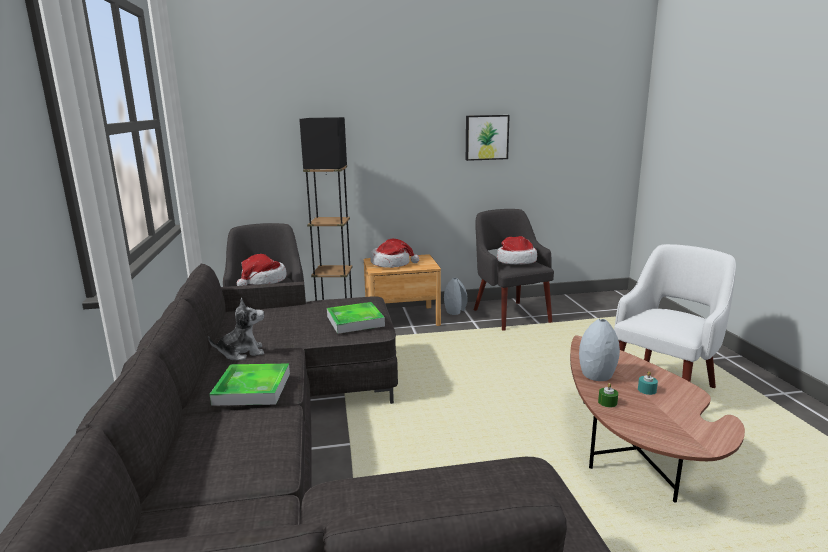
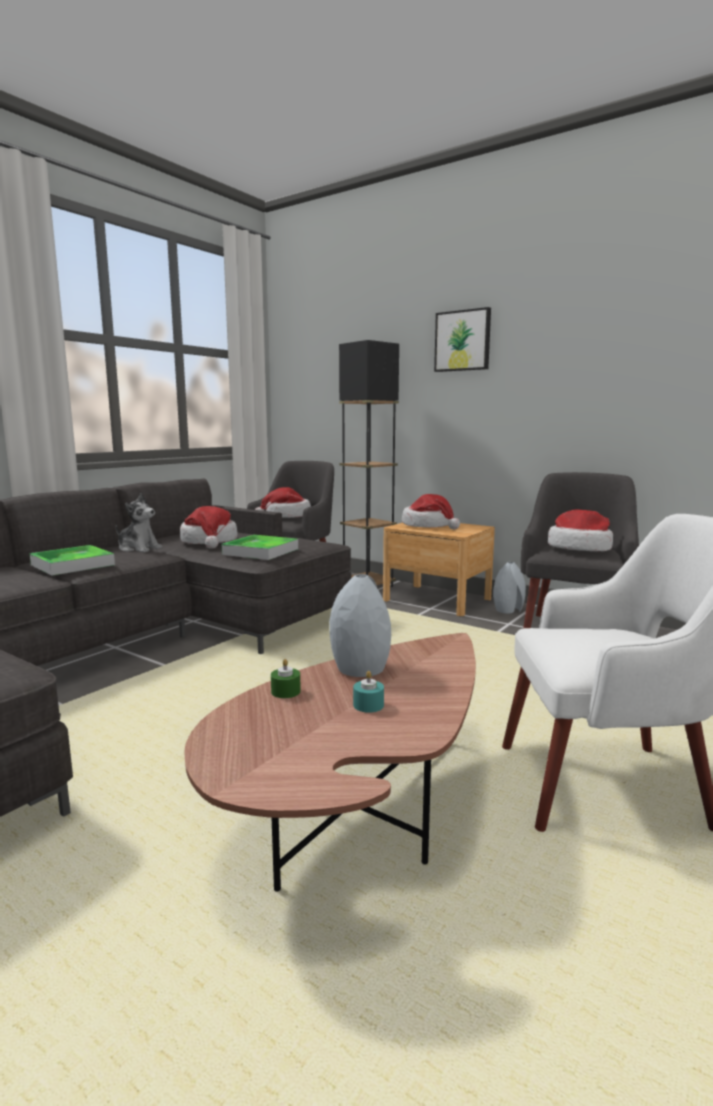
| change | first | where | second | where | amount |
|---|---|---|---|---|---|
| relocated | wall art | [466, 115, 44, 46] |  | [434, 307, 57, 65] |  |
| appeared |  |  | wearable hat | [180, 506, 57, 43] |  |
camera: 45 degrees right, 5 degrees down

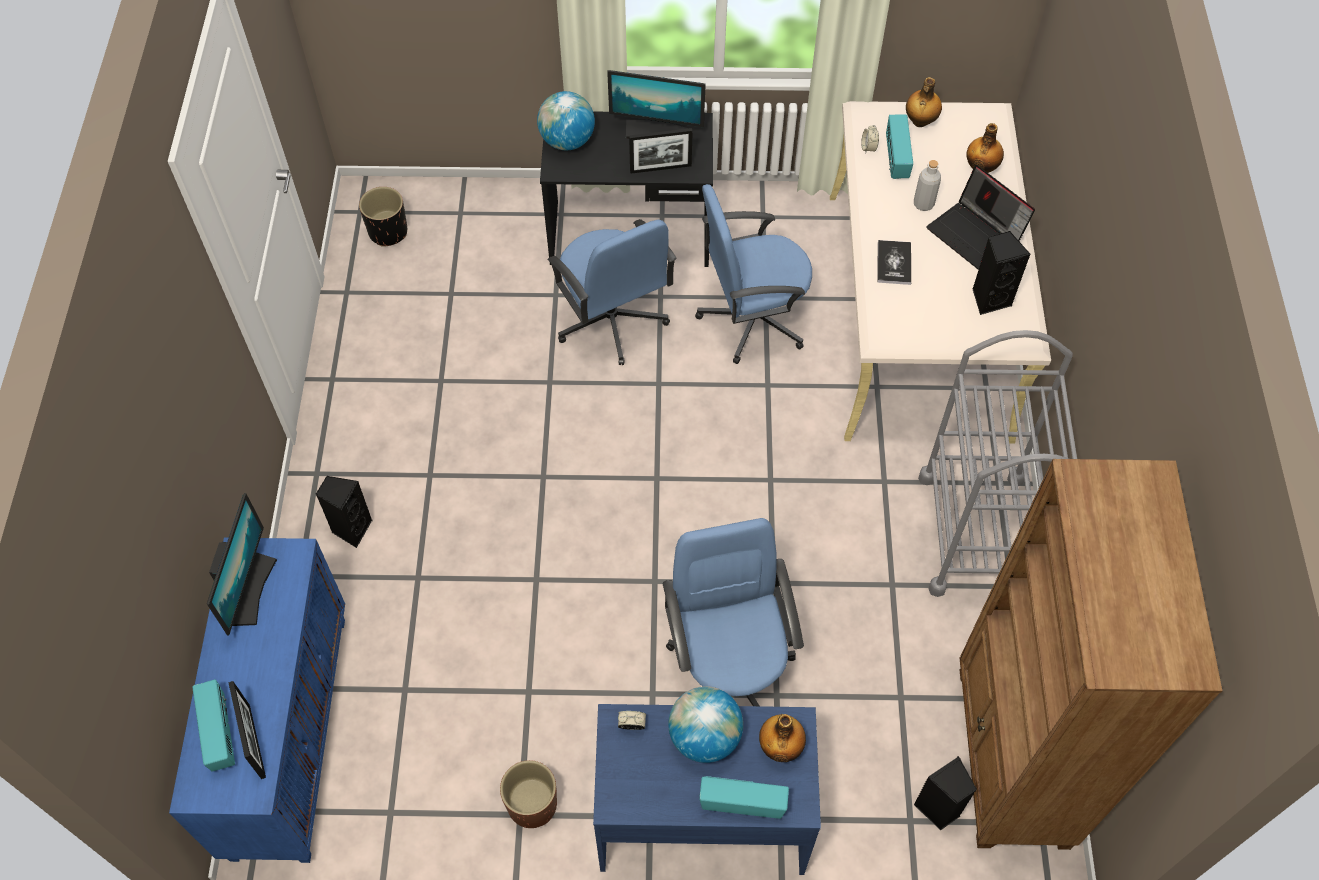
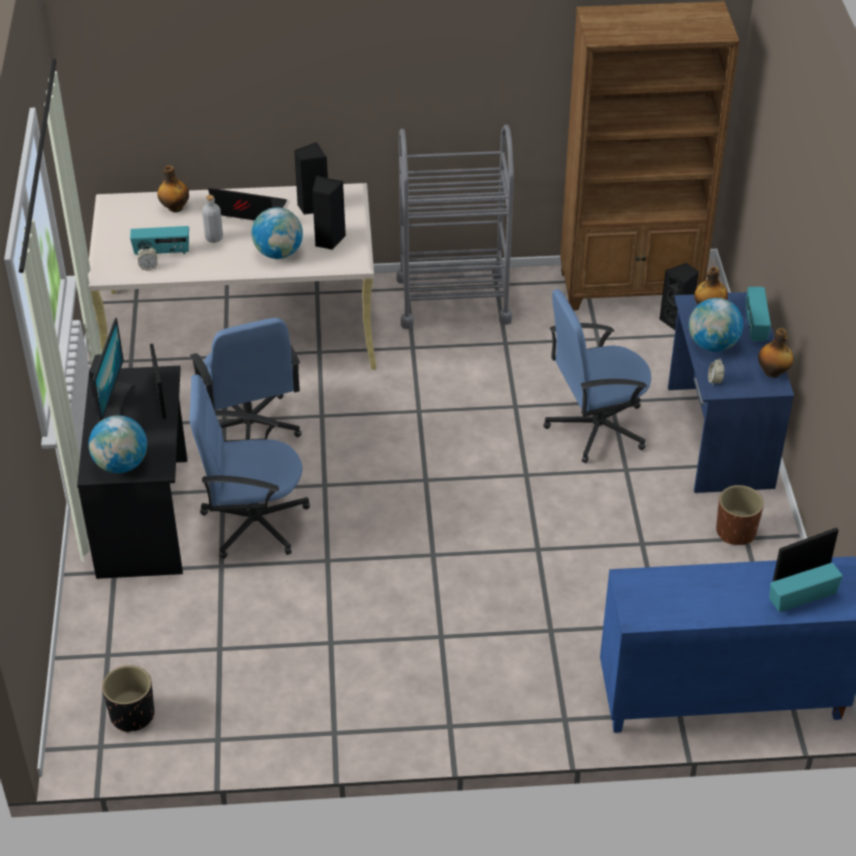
| change | first | where | second | where | amount |
|---|---|---|---|---|---|
| missing | computer display | [207, 493, 70, 143] |  |  |  |
| relocated | black audio speaker | [316, 476, 56, 72] |  | [312, 176, 34, 74] |  |
| spun | bluish desk chair | [547, 219, 129, 146] |  | [190, 374, 120, 185] | 150 degrees counterclockwise |
| exchanged | volume | [877, 240, 34, 45] | globe | [252, 207, 51, 52] |  |
| relocated | beverage bottle | [906, 77, 36, 50] |  | [758, 328, 35, 50] |  |
| spun | laptop | [926, 165, 109, 105] |  | [208, 187, 79, 33] | 120 degrees counterclockwise |
camera: 95 degrees left, 15 degrees down

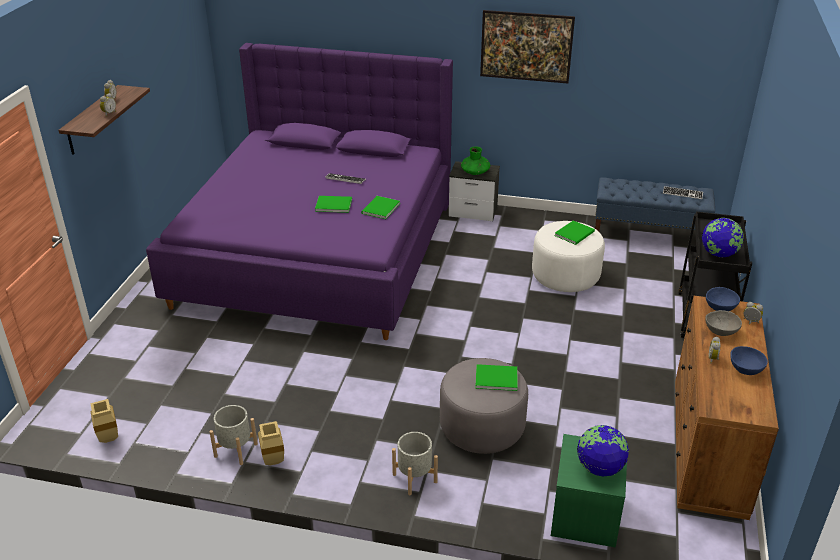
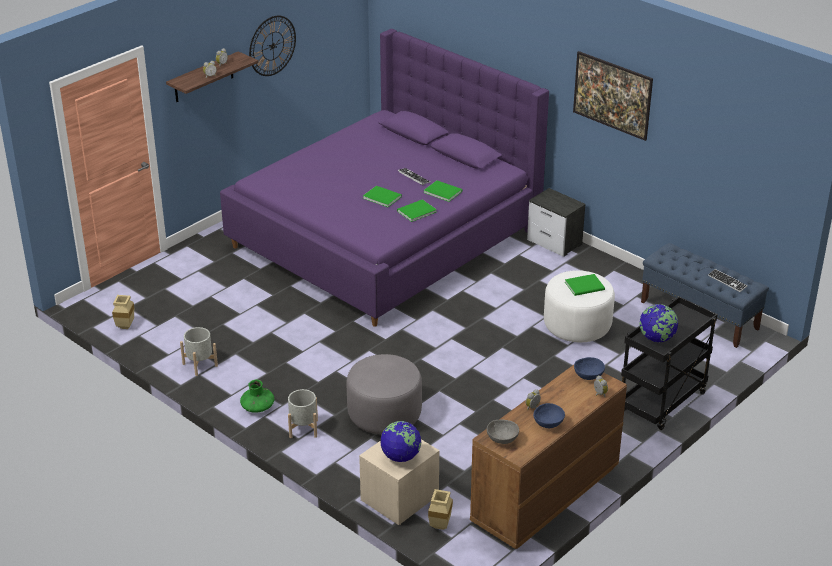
| change | first | where | second | where | amount |
|---|---|---|---|---|---|
| relocated | beige-coloured flower vase | [258, 421, 26, 45] |  | [428, 489, 25, 41] |  |
| relocated | greenish flower vase | [461, 146, 29, 29] |  | [240, 379, 34, 34] |  |
| relocated | greenish volume | [475, 364, 43, 27] |  | [424, 180, 38, 22] |  |
| colour | greenish bedside table | [551, 434, 77, 114] | beige-coloured bedside table | [359, 440, 81, 85] |  |
| relocated | greyish bowl | [705, 310, 37, 26] |  | [487, 419, 32, 25] |  |
| appeared |  |  | wall clock | [249, 16, 47, 60] |  |
camera: 30 degrees right, 0 degrees up

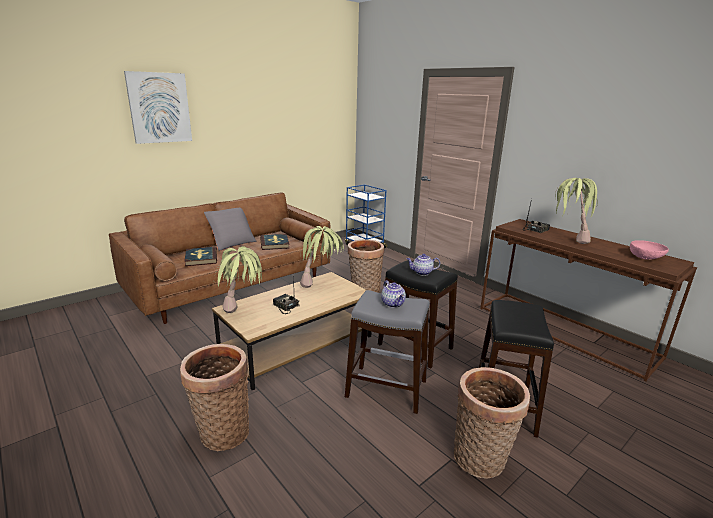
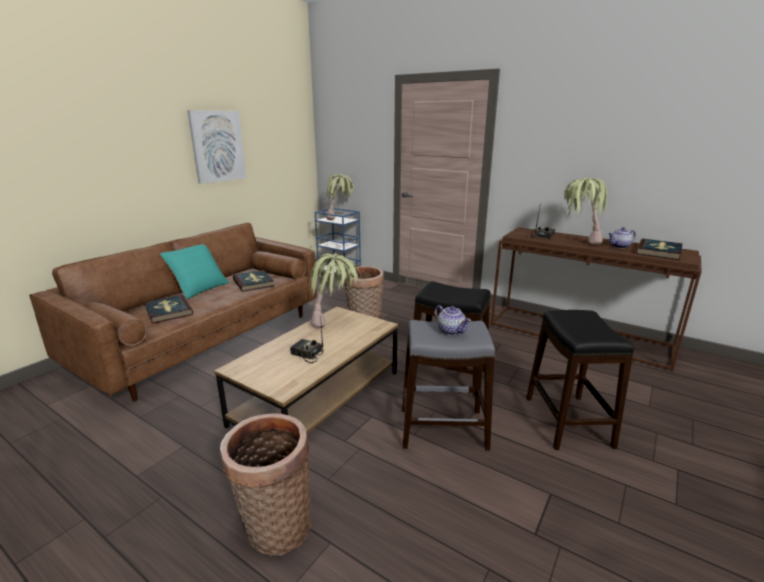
| change | first | where | second | where | amount |
|---|---|---|---|---|---|
| relocated | wall art | [124, 71, 68, 73] |  | [187, 110, 59, 74] |  |
| colour | greyish throw pillow | [204, 208, 53, 43] | blue-green throw pillow | [160, 244, 69, 55] |  |
| relocated | houseplant | [215, 246, 47, 67] |  | [326, 174, 28, 46] |  |
| relocated | pot for tea | [407, 254, 33, 22] |  | [608, 227, 28, 21] |  |
| missing | storage basket | [454, 367, 76, 112] |  |  |  |
| exchanged | pink-coloured bowl | [630, 240, 39, 20] | volume | [636, 239, 46, 21] |  |
camera: 15 degrees left, 0 degrees up

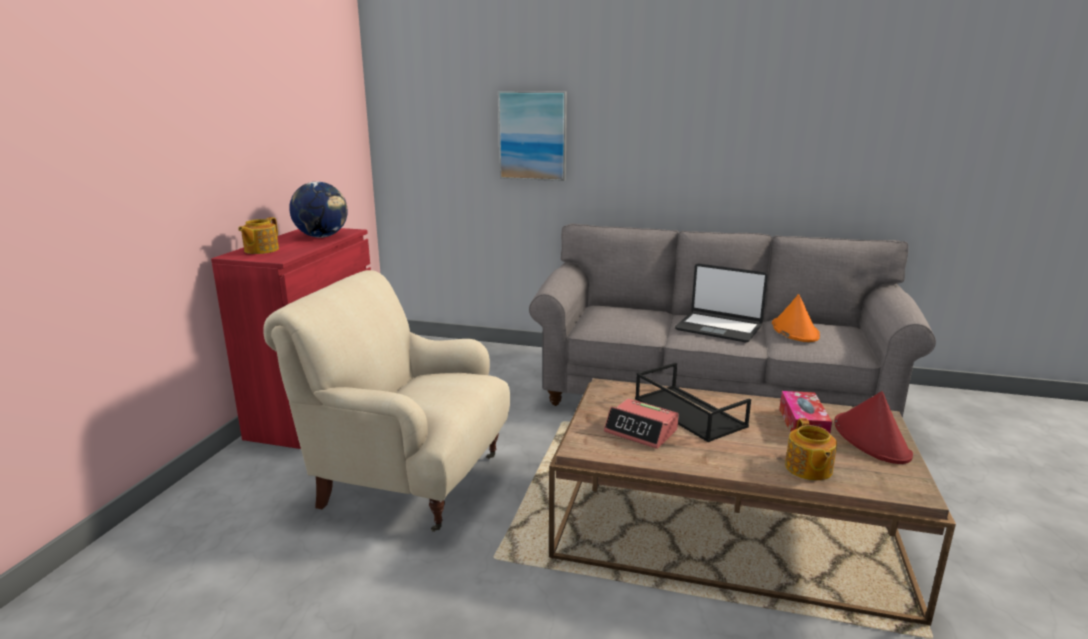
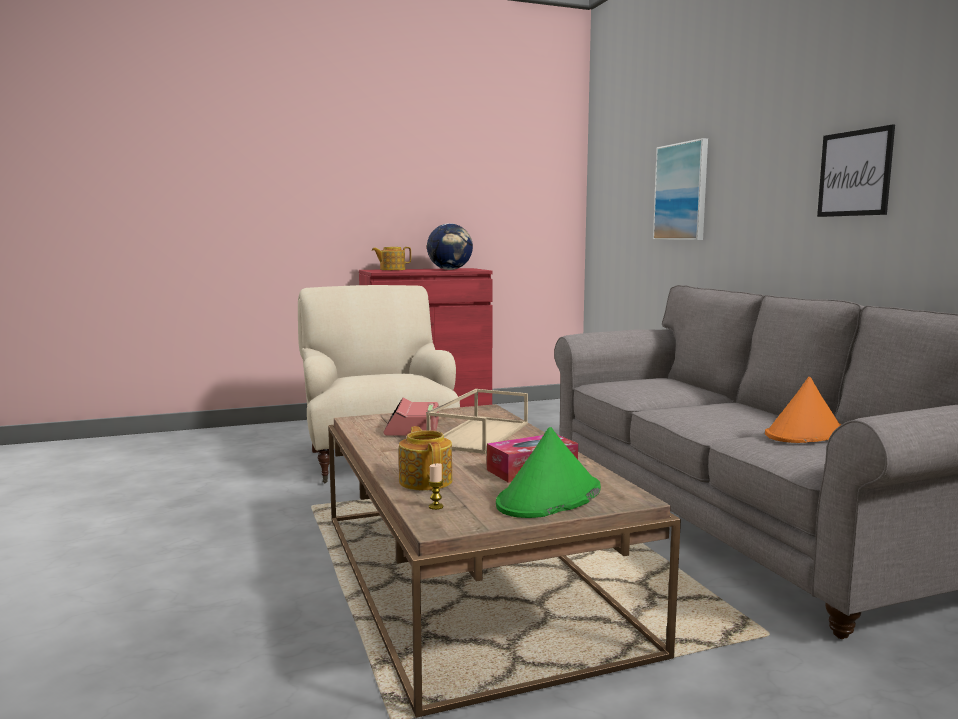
| change | first | where | second | where | amount |
|---|---|---|---|---|---|
| colour | black carrying tray | [635, 363, 116, 79] | beige-coloured carrying tray | [426, 389, 102, 65] |  |
| missing | laptop | [675, 263, 93, 80] |  |  |  |
| spun | pot for tea | [785, 418, 52, 63] |  | [399, 426, 53, 65] | 105 degrees clockwise |
| colour | red wearable hat | [834, 391, 79, 73] | greenish wearable hat | [496, 427, 105, 91] |  |
| appeared |  |  | candle | [428, 463, 16, 47] |  |
| appeared |  |  | wall art | [817, 125, 78, 92] |  |
camera: 55 degrees right, 10 degrees down

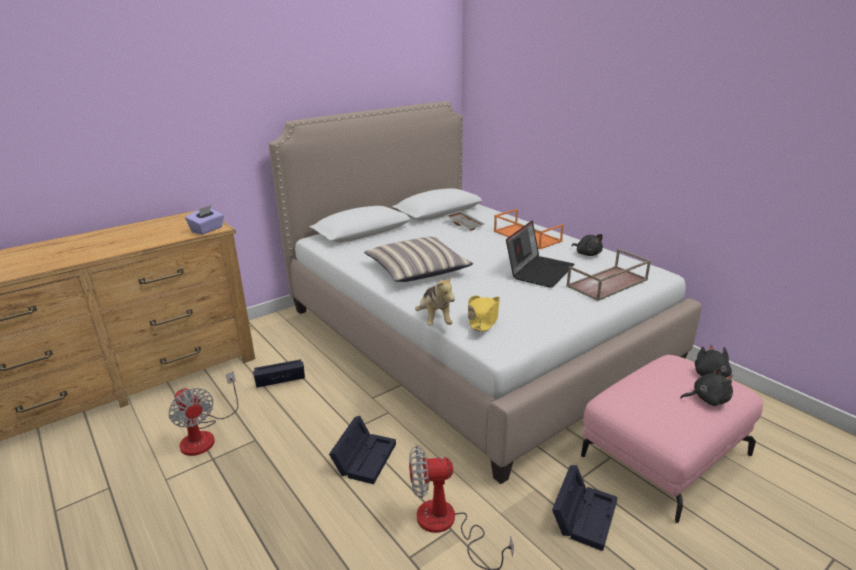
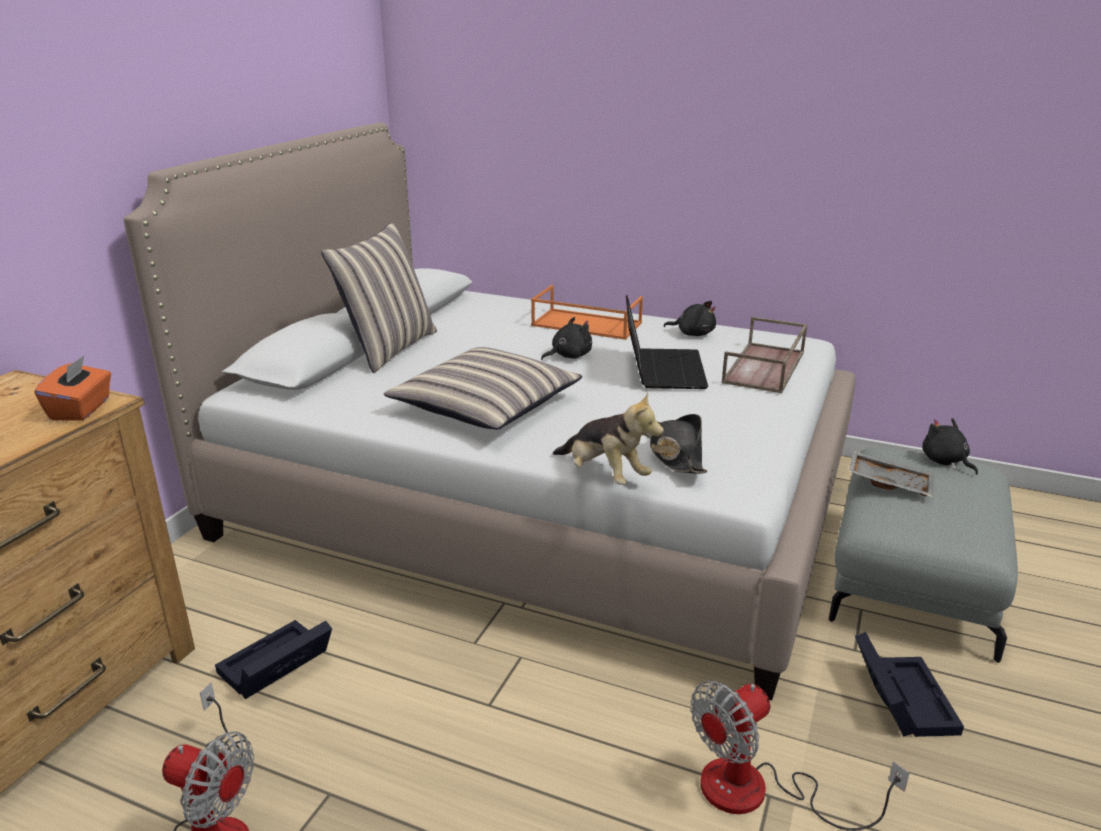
| change | first | where | second | where | amount |
|---|---|---|---|---|---|
| colour | purple-coloured tissue holder | [185, 205, 39, 30] | orange tissue holder | [35, 355, 76, 66] |  |
| missing | black storage box | [329, 416, 67, 68] |  |  |  |
| relocated | greyish carrying tray | [445, 211, 40, 20] |  | [849, 450, 85, 47] |  |
| colour | yellow wearable hat | [468, 295, 32, 37] | black wearable hat | [650, 414, 57, 60] |  |
| colour | pink-coloured ottoman | [581, 355, 182, 168] | greyish ottoman | [829, 447, 189, 216] |  |
| relocated | black cuddly toy | [680, 368, 53, 38] |  | [541, 317, 51, 43] |  |
| appeared |  |  | throw pillow | [321, 221, 116, 152] |  |
camera: 30 degrees left, 0 degrees up

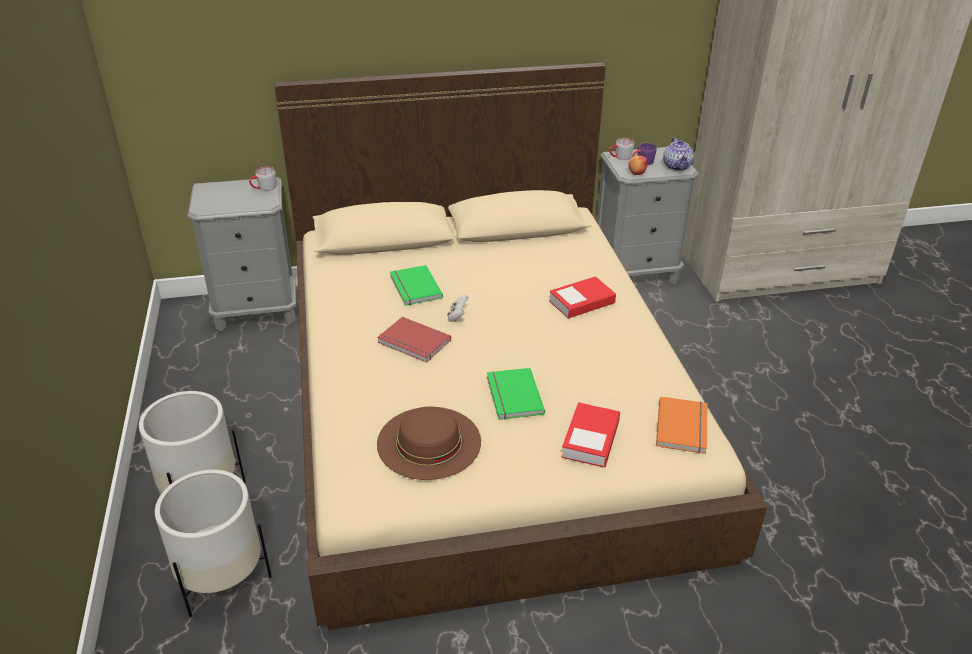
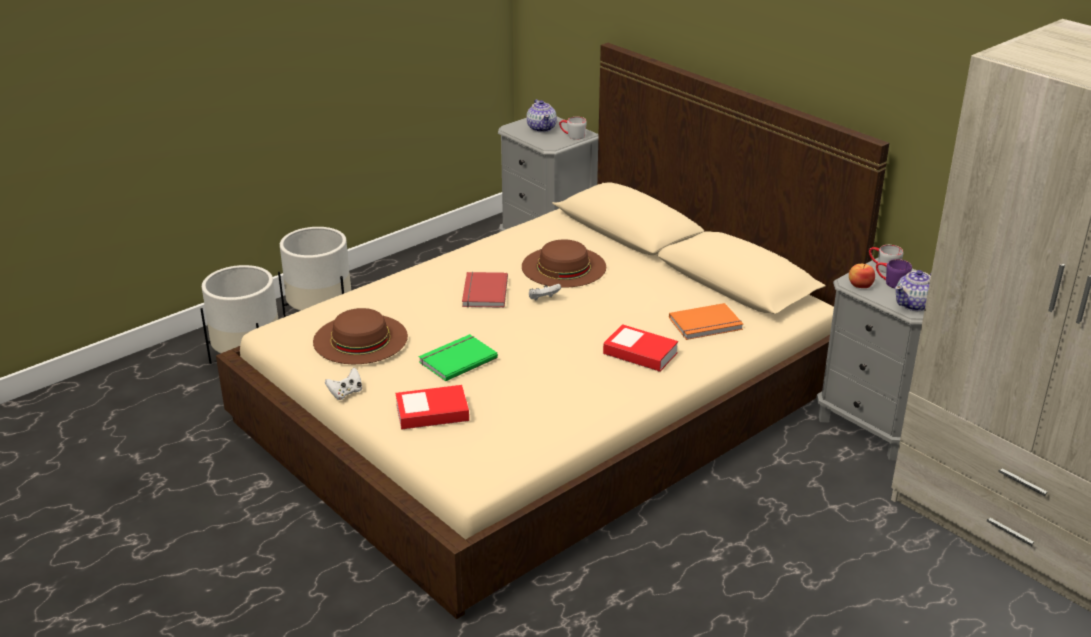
| change | first | where | second | where | amount |
|---|---|---|---|---|---|
| exchanged | greenish volume | [390, 265, 53, 41] | brown-coloured wearable hat | [522, 239, 84, 49] |  |
| relocated | orange volume | [656, 397, 51, 57] |  | [669, 303, 74, 37] |  |
| appeared |  |  | whitish gamepad | [325, 367, 37, 33] |  |
| appeared |  |  | pot for tea | [526, 99, 31, 33] |  |
camera: 60 degrees right, 5 degrees down

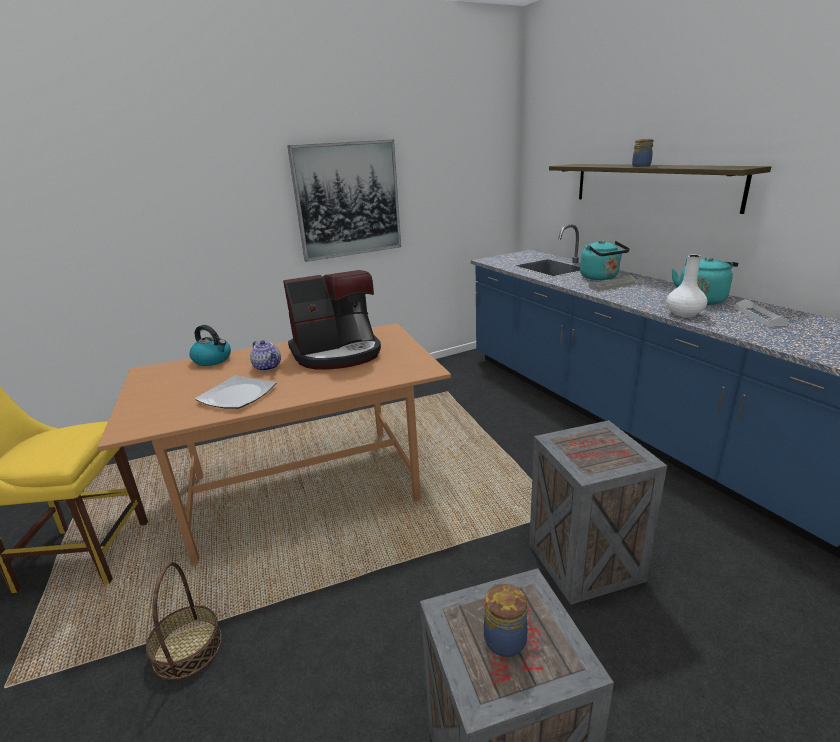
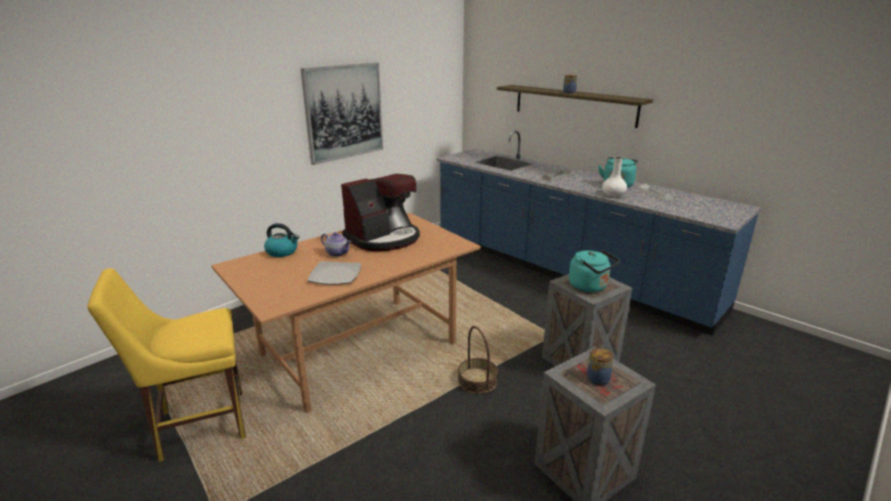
| change | first | where | second | where | amount |
|---|---|---|---|---|---|
| relocated | storage basket | [146, 562, 76, 118] |  | [458, 326, 40, 68] |  |
| relocated | blue-green tea kettle | [580, 240, 50, 40] |  | [569, 250, 51, 43] |  |
camera: 20 degrees left, 0 degrees up

